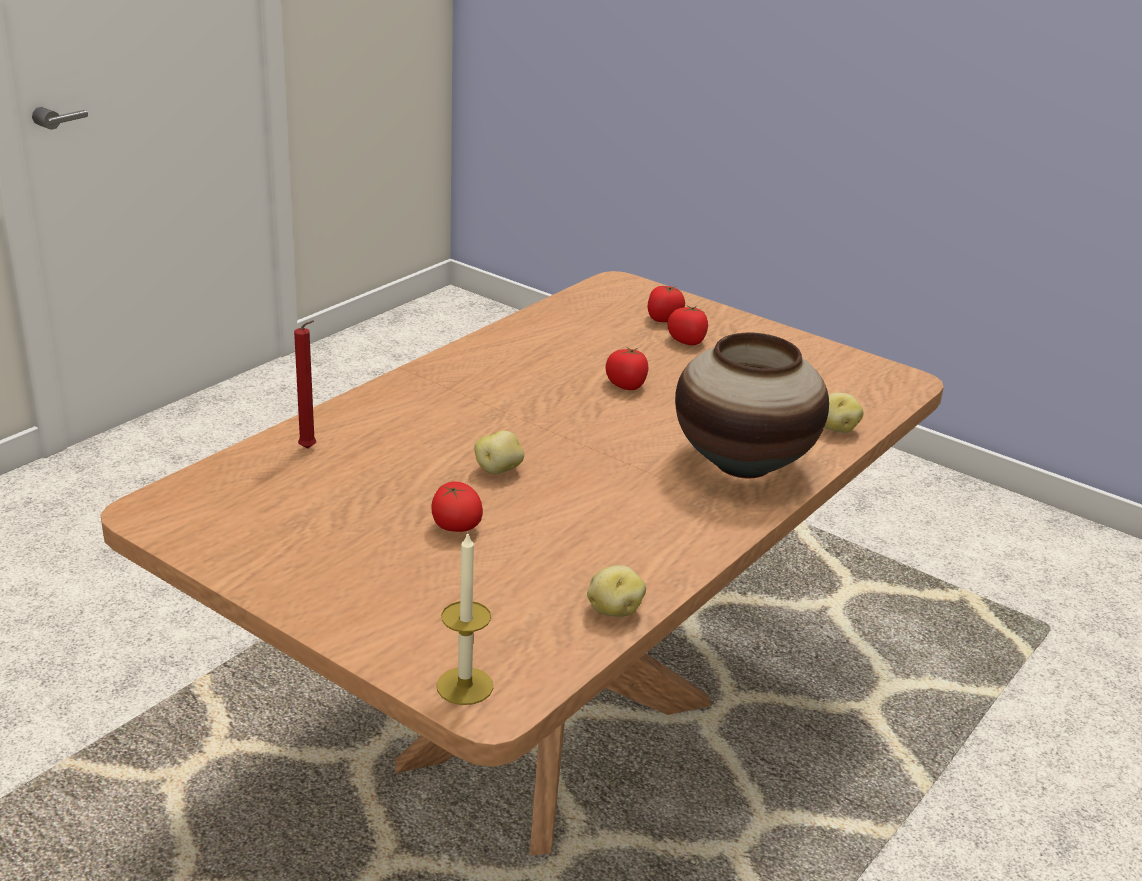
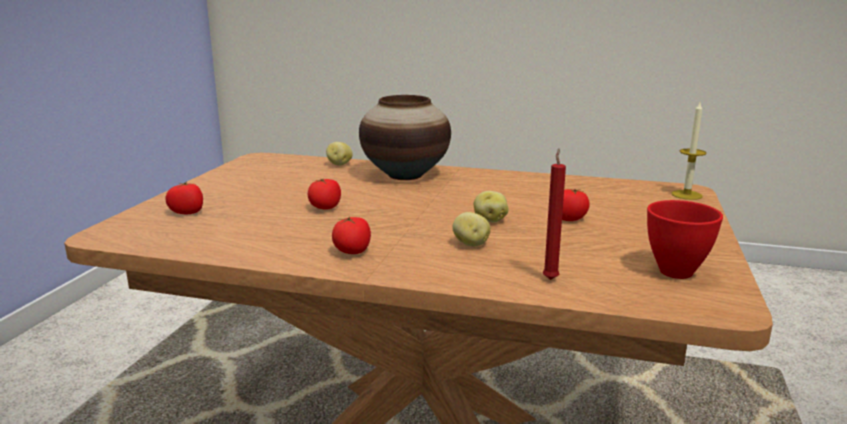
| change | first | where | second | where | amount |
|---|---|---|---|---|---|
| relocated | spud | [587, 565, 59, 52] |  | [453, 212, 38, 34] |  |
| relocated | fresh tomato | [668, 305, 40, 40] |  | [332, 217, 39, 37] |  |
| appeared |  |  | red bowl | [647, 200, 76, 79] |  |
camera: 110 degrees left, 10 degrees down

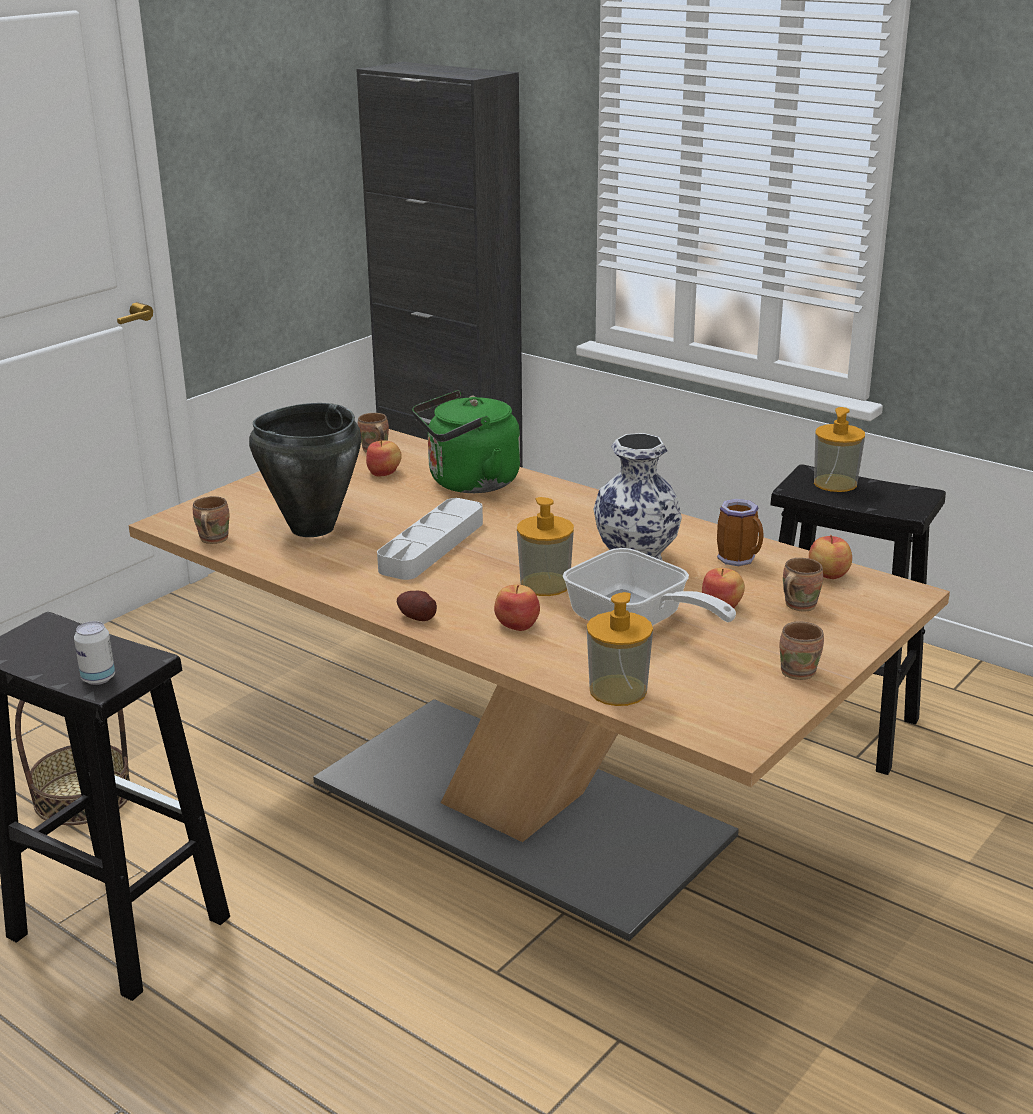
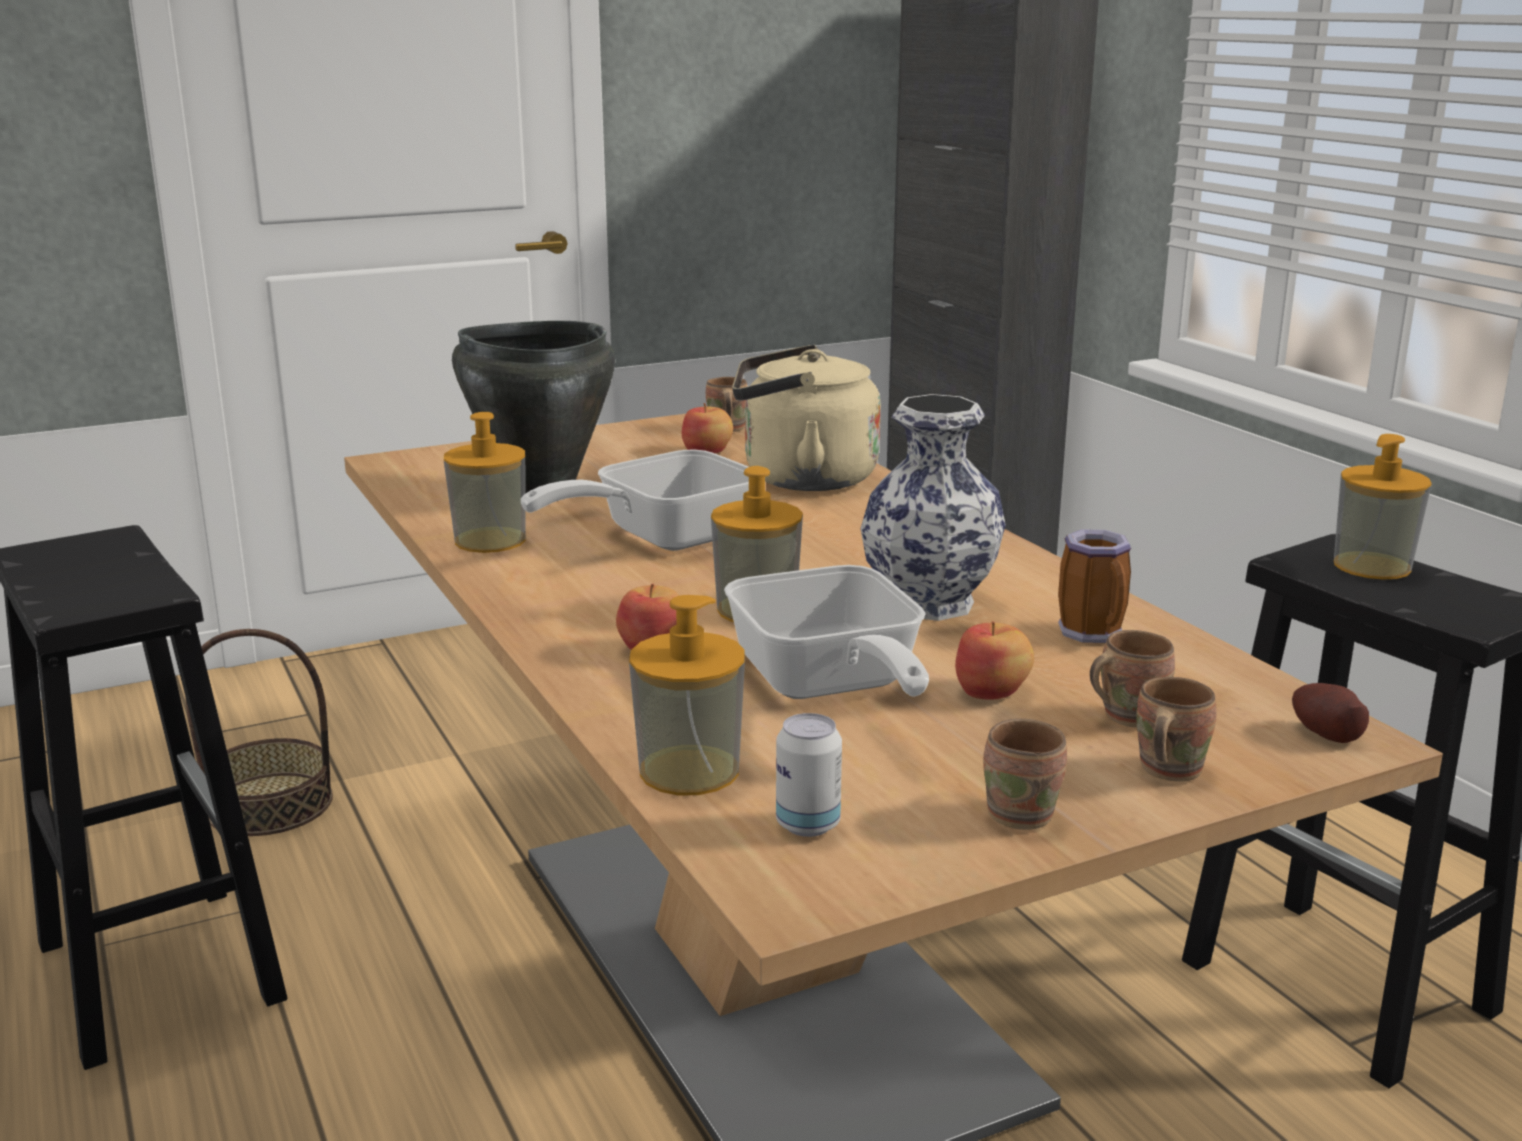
| change | first | where | second | where | amount |
|---|---|---|---|---|---|
| relocated | can | [74, 621, 41, 64] |  | [776, 713, 66, 124] |  |
| relocated | brown-coloured tea mug | [193, 496, 36, 48] |  | [1137, 677, 79, 105] |  |
| exchanged | greyish carrying tray | [377, 498, 106, 82] | pan | [521, 450, 228, 101] |  |
| relocated | spud | [397, 591, 40, 30] |  | [1292, 683, 77, 60] |  |
| colour | greenish tea kettle | [412, 390, 108, 103] | beige-coloured tea kettle | [732, 345, 149, 146] |  |
| missing | whole apple | [809, 535, 43, 44] |  |  |  |
| appeared |  |  | soap dispenser | [444, 412, 82, 141] |  |
camera: 25 degrees right, 5 degrees down

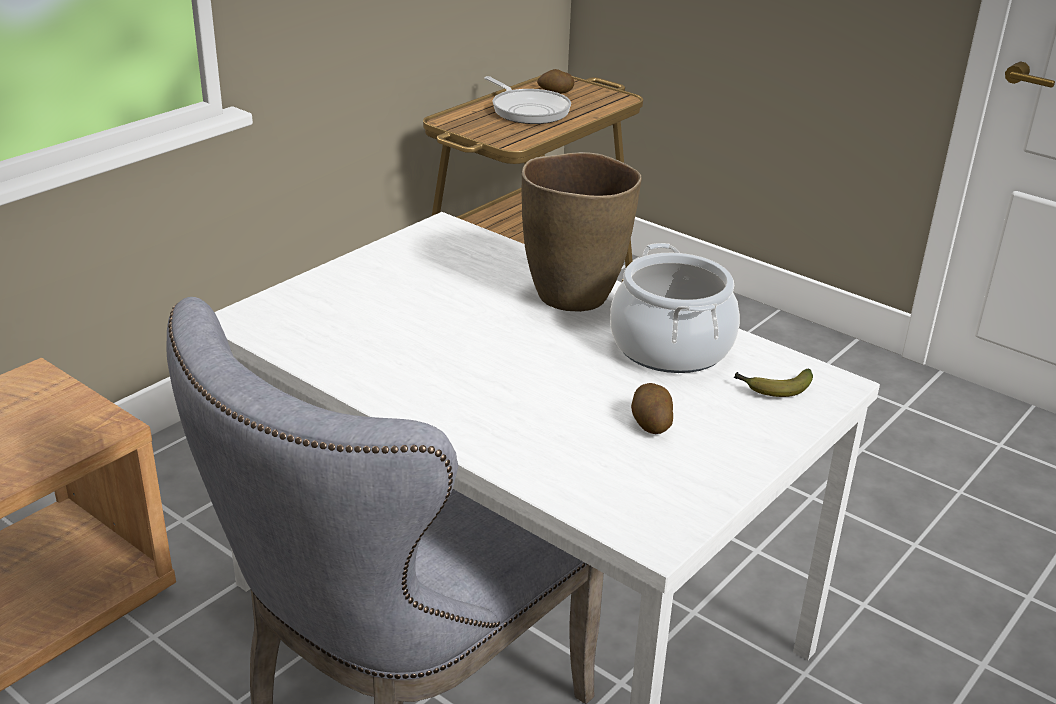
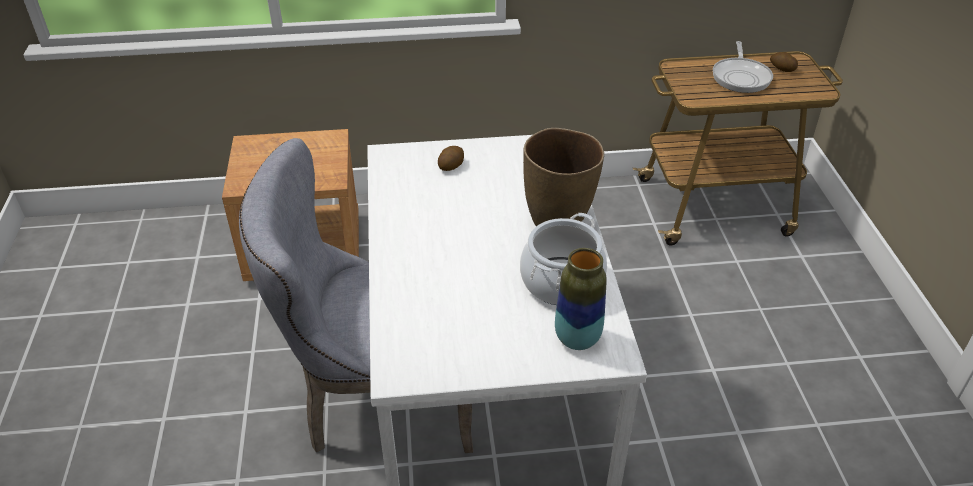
| change | first | where | second | where | amount |
|---|---|---|---|---|---|
| relocated | spud | [631, 383, 42, 51] |  | [438, 146, 26, 25] |  |
| exchanged | banana fruit | [733, 368, 80, 29] | flower vase | [555, 248, 52, 102] |  |
camera: 45 degrees right, 10 degrees up

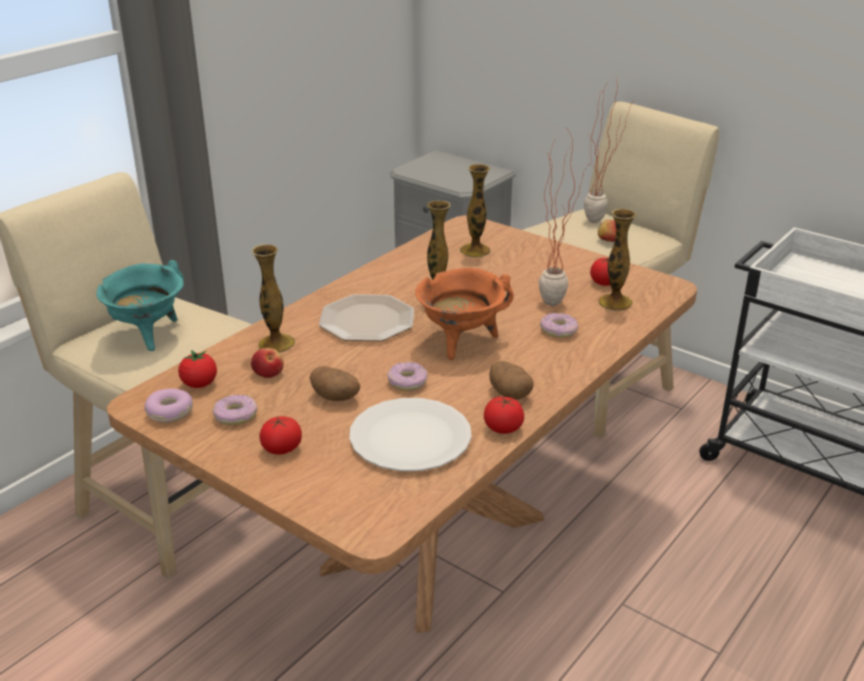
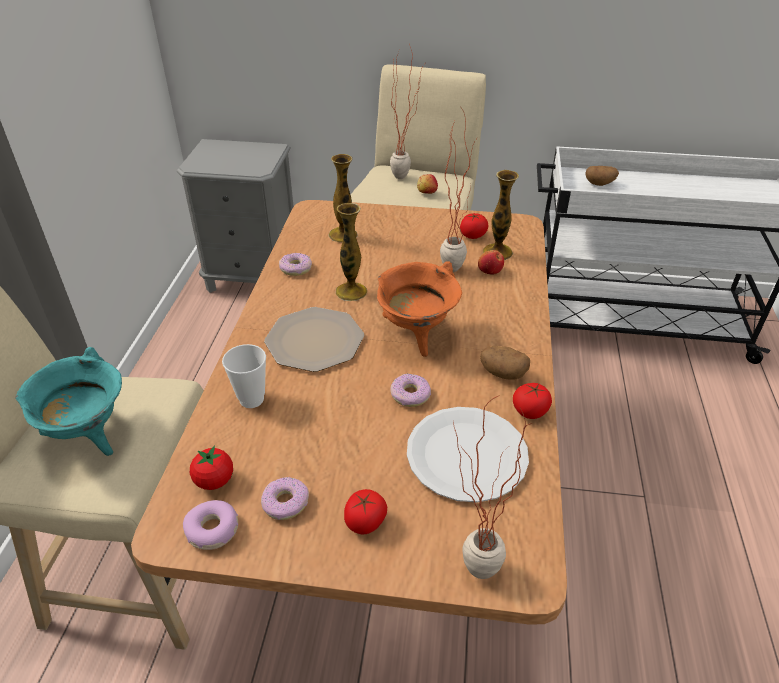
| change | first | where | second | where | amount |
|---|---|---|---|---|---|
| relocated | whole apple | [251, 348, 33, 30] |  | [478, 250, 26, 24] |  |
| exchanged | flower vase | [252, 244, 43, 109] | drinking cup | [222, 344, 44, 64] |  |
| relocated | spud | [310, 366, 50, 35] |  | [586, 166, 33, 20] |  |
| relocated | donut | [540, 313, 39, 25] |  | [279, 253, 33, 23] |  |
| appeared |  |  | houseplant | [453, 395, 79, 184] |  |
camera: 30 degrees left, 10 degrees up

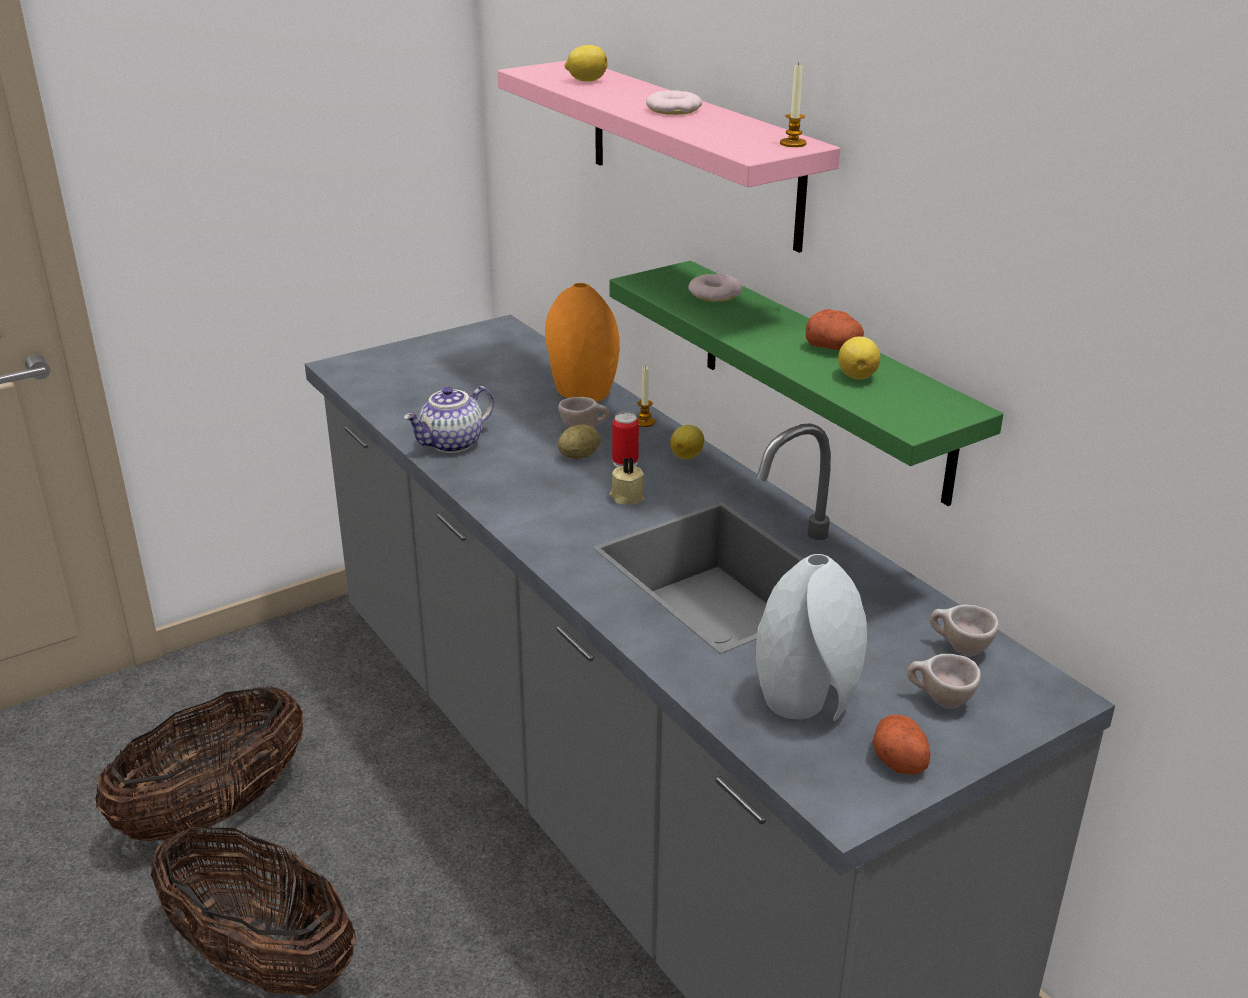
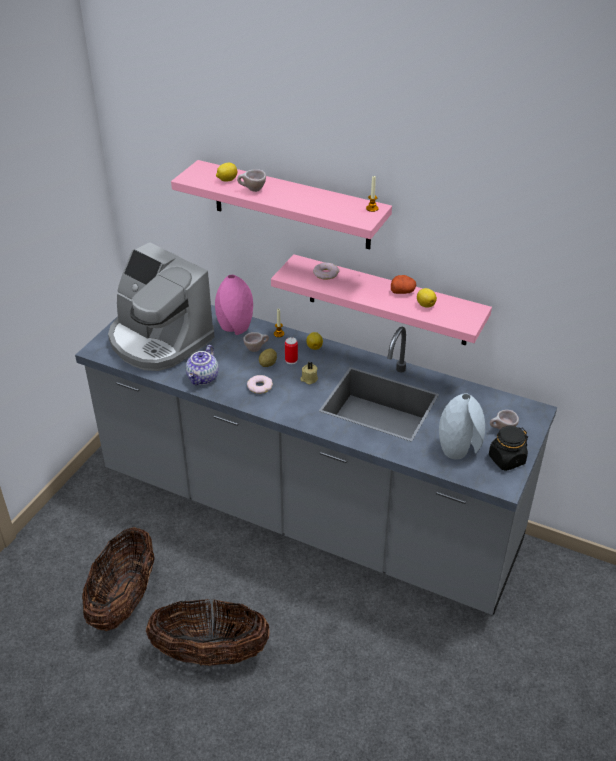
| change | first | where | second | where | amount |
|---|---|---|---|---|---|
| colour | orange flower vase | [545, 283, 75, 119] | pink-coloured flower vase | [215, 275, 38, 60] |  |
| colour | greenish bracket shelf | [610, 261, 393, 245] | pink-coloured bracket shelf | [271, 254, 221, 92] |  |
| relocated | donut | [646, 91, 56, 24] |  | [247, 375, 26, 19] |  |
| exchanged | spud | [872, 715, 59, 60] | black storage jar | [489, 426, 39, 45] |  |
| relocated | beige-coloured drinking cup | [930, 605, 69, 52] |  | [237, 169, 29, 23] |  |
| appeared |  |  | coffee brewer | [108, 242, 106, 129] |  |
camera: 30 degrees left, 10 degrees up

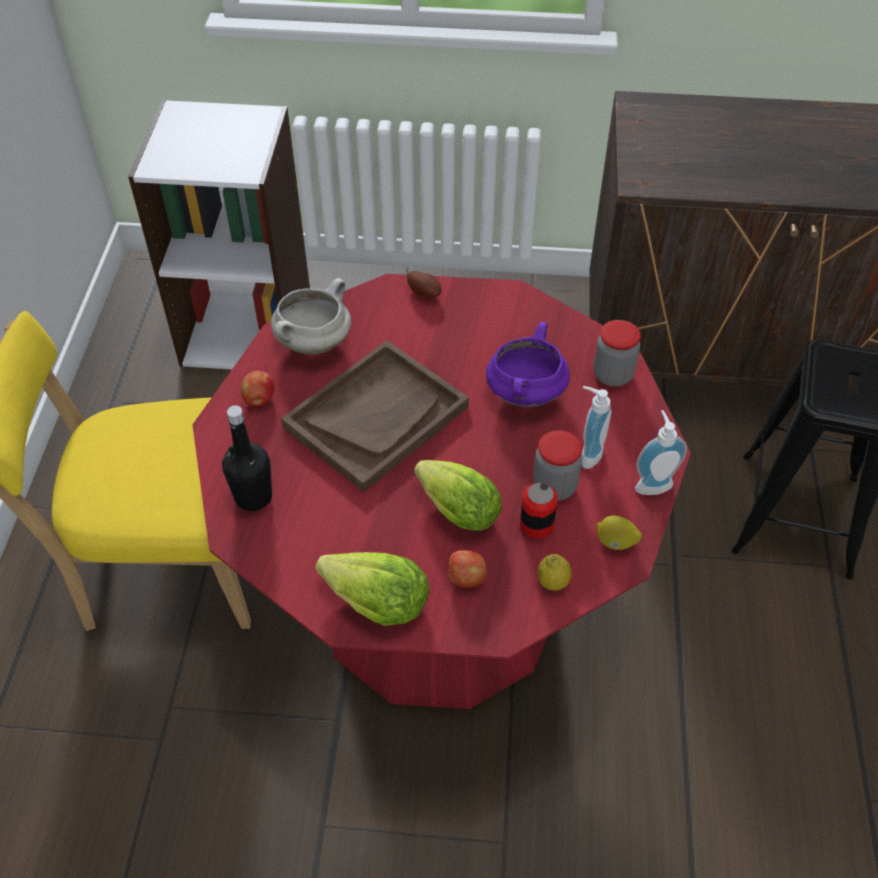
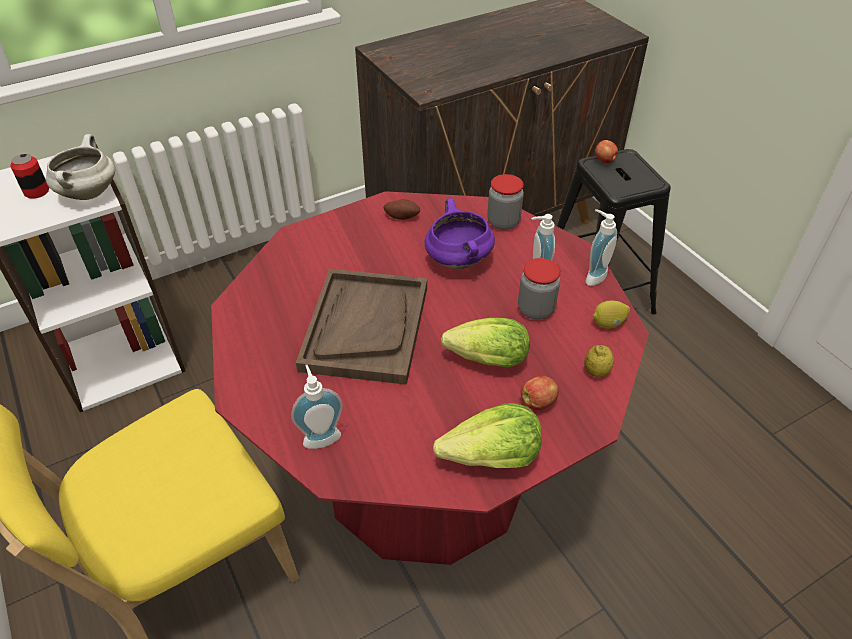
| change | first | where | second | where | amount |
|---|---|---|---|---|---|
| exchanged | black beverage bottle | [222, 405, 50, 106] | soap dispenser | [291, 365, 52, 84] |  |
| relocated | whole apple | [241, 370, 34, 37] |  | [595, 140, 23, 23] |  |
| relocated | whitish stockpot | [271, 278, 80, 77] |  | [46, 134, 69, 66] |  |
| relocated | spud | [407, 271, 34, 27] |  | [384, 199, 36, 21] |  |
| relocated | can | [520, 483, 38, 55] |  | [10, 154, 39, 45] |  |
camera: 35 degrees left, 5 degrees down

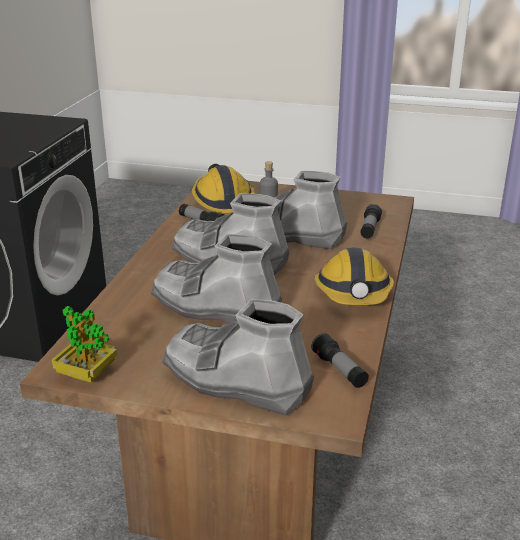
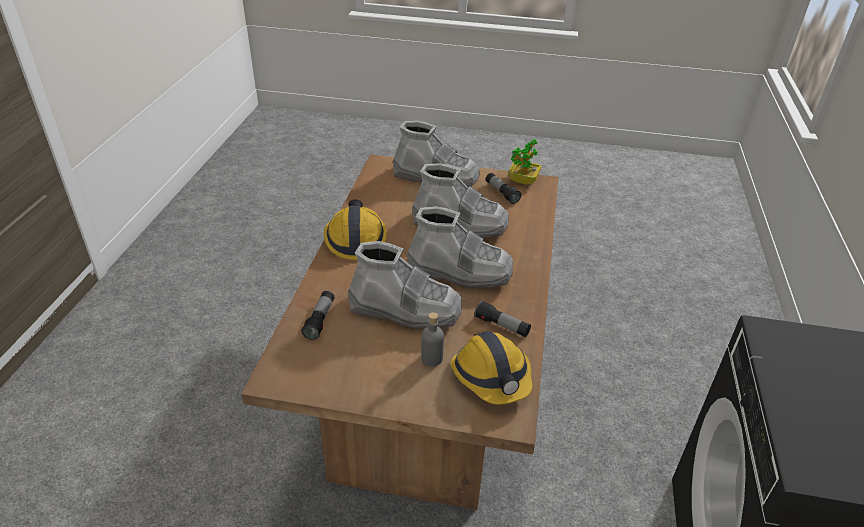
| change | first | where | second | where | amount |
|---|---|---|---|---|---|
| relocated | flashlight | [311, 333, 58, 55] |  | [485, 173, 36, 31] |  |
camera: 175 degrees right, 10 degrees up

